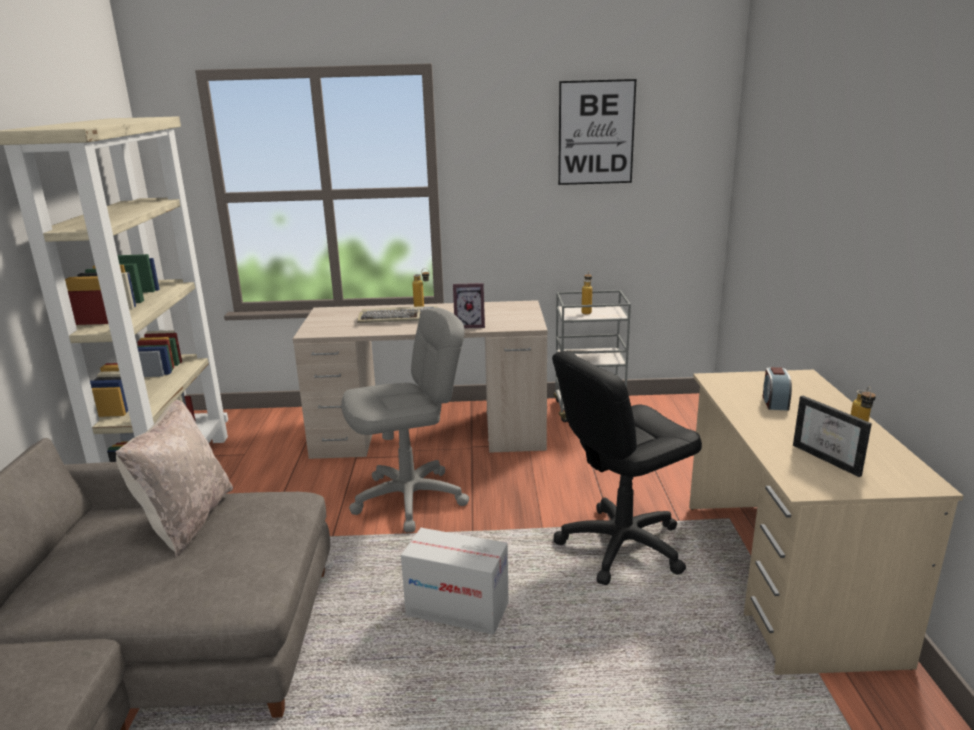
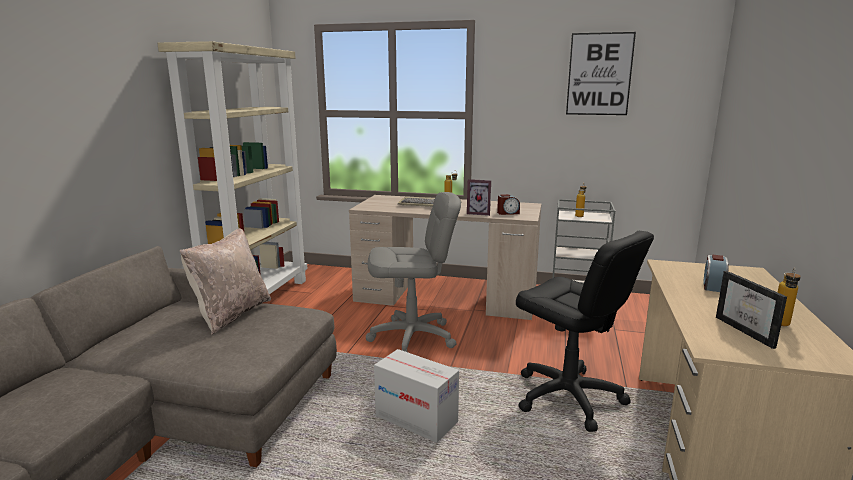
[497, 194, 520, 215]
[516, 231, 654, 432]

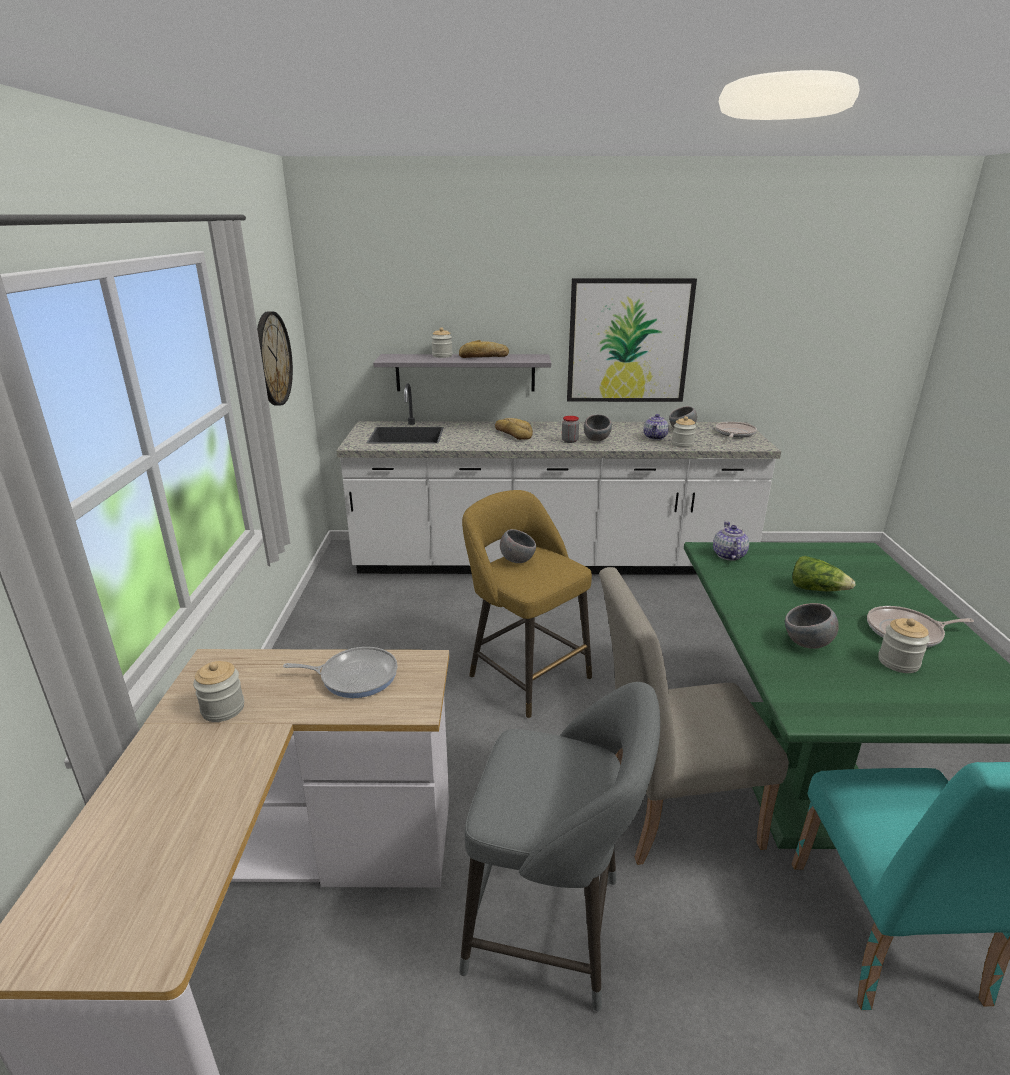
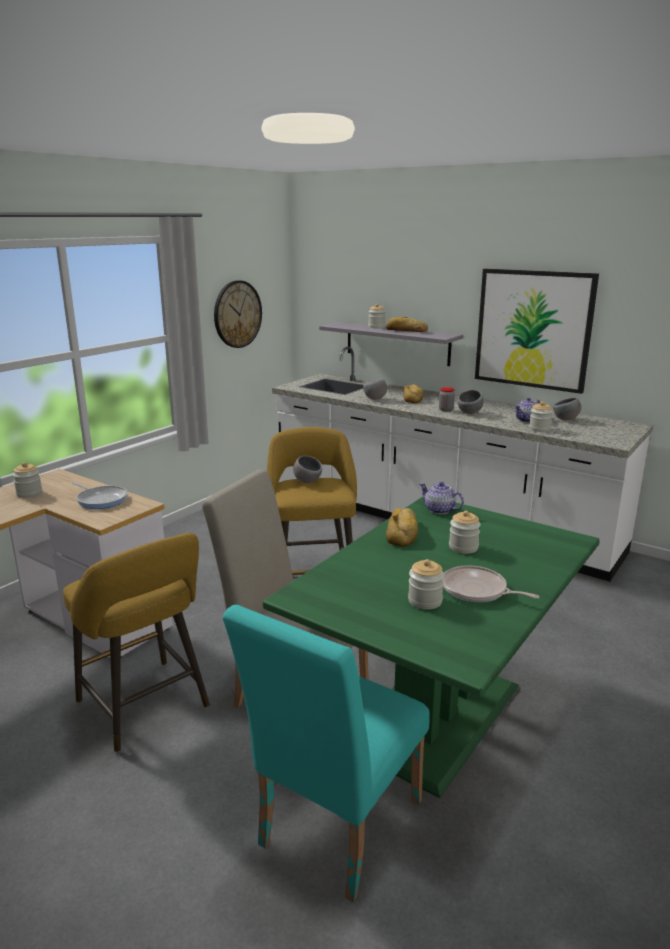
[63, 533, 210, 752]
[363, 380, 387, 400]
[386, 508, 418, 547]
[419, 482, 464, 514]
[449, 511, 481, 554]
[716, 422, 757, 437] (first image)

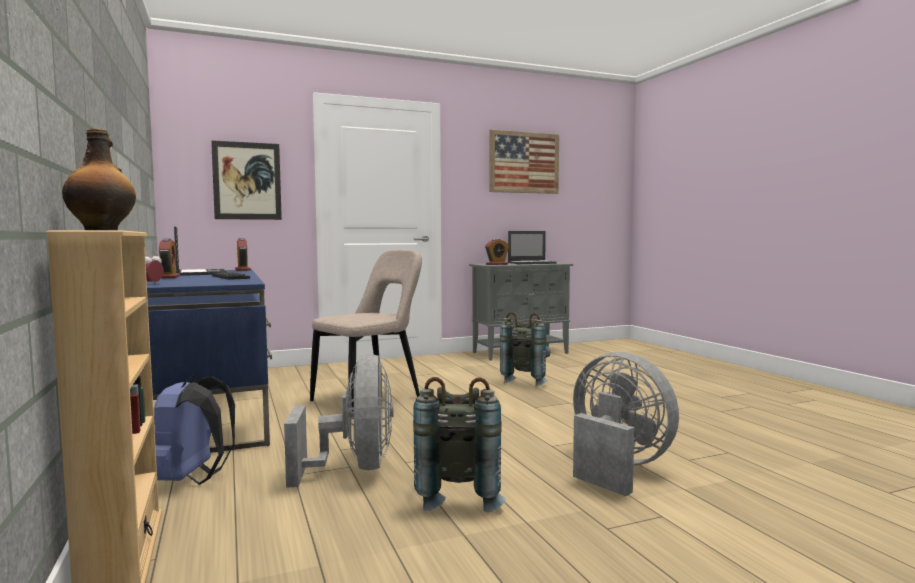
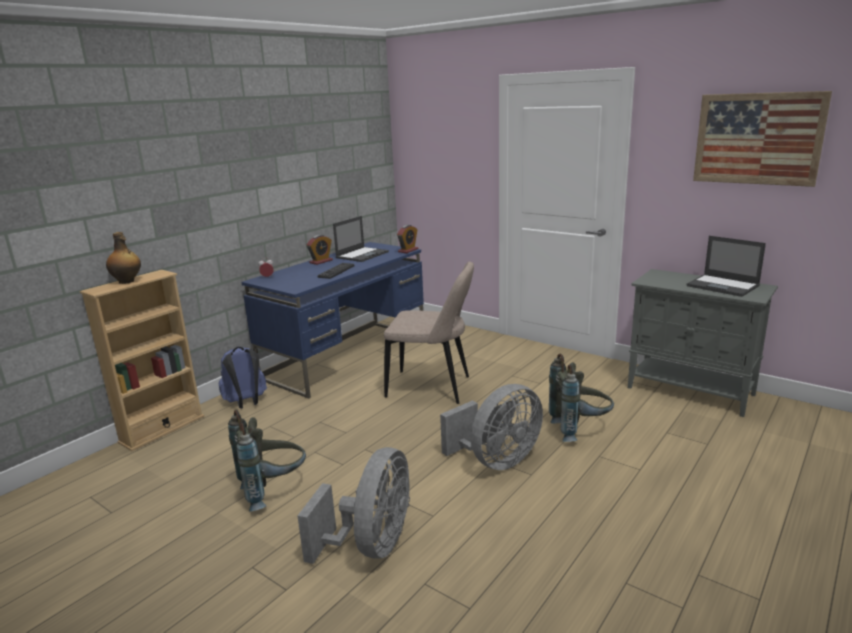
[440, 384, 543, 470]
[211, 140, 282, 220] (first image)
[485, 239, 509, 265] (first image)

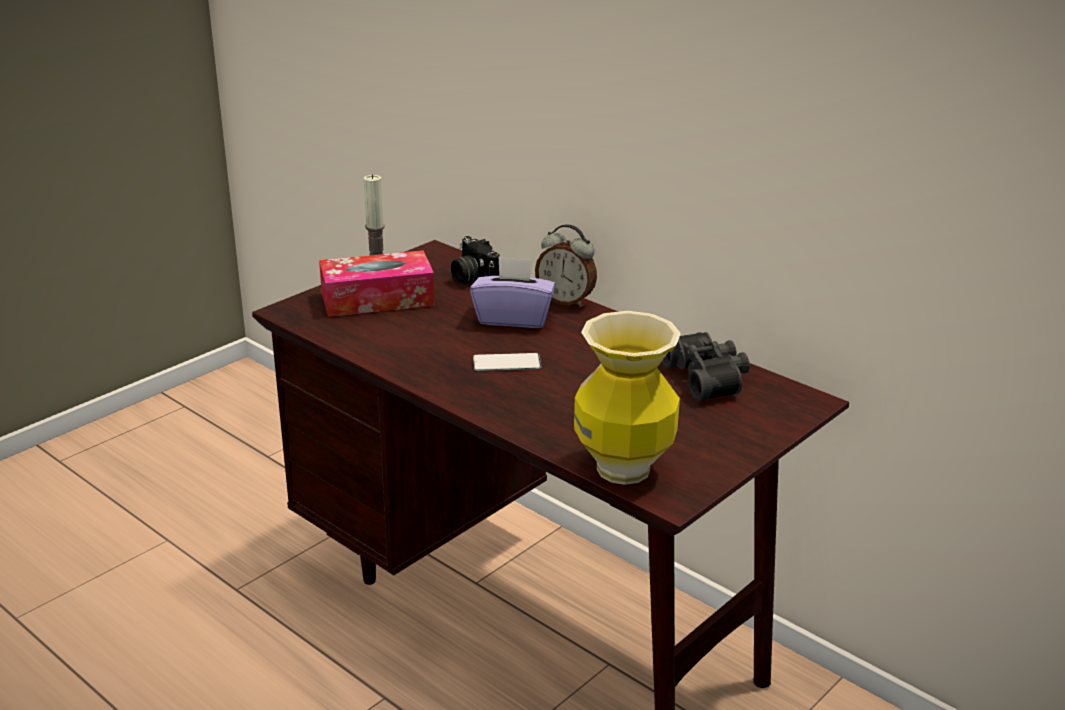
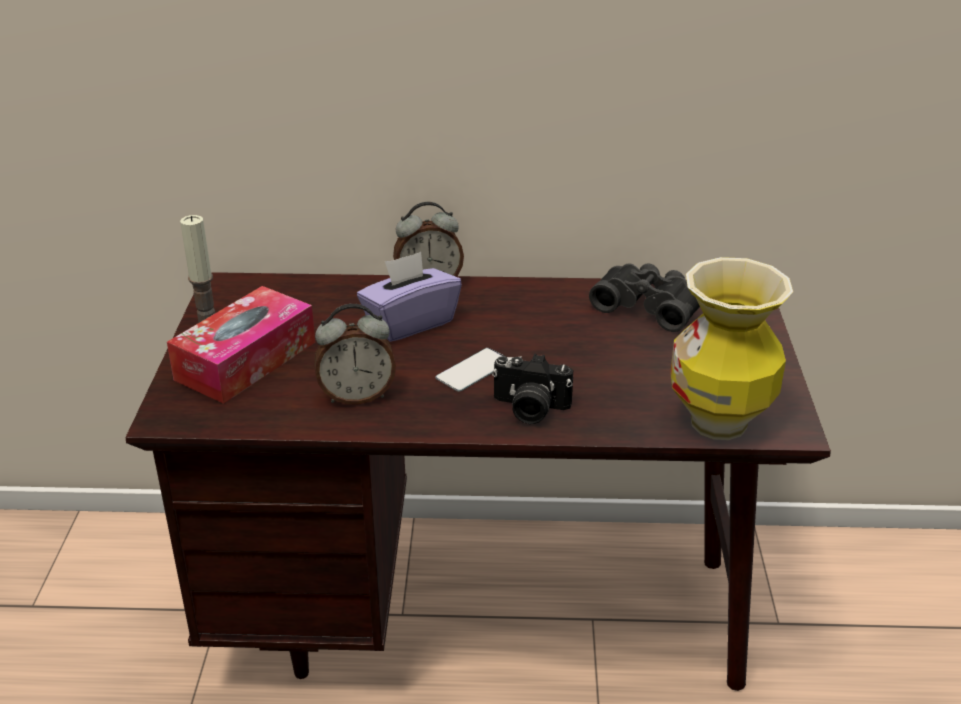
[314, 304, 396, 405]
[492, 354, 573, 424]

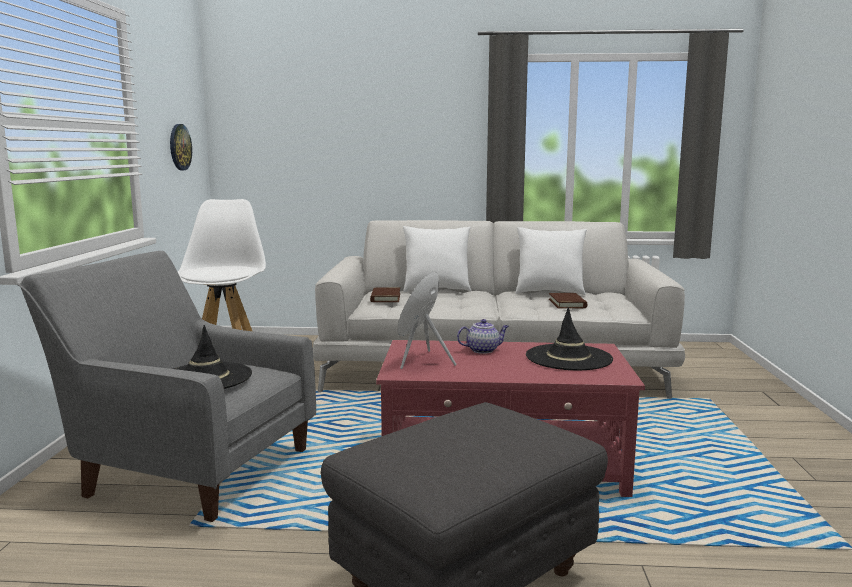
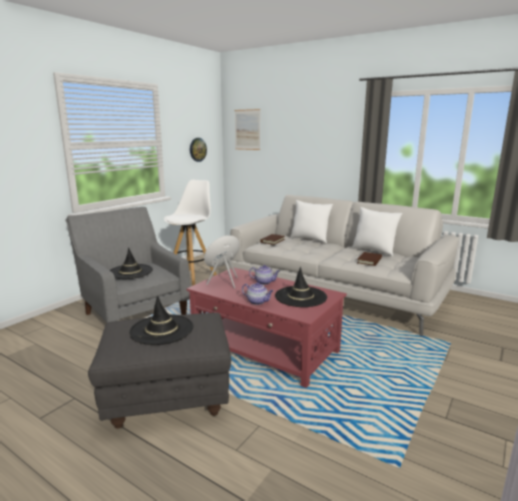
[129, 295, 193, 345]
[235, 109, 260, 150]
[242, 282, 273, 305]

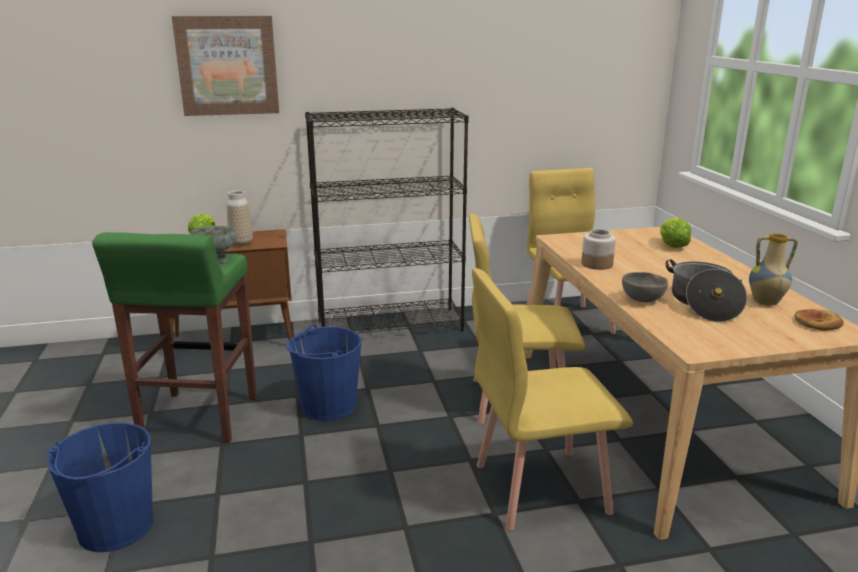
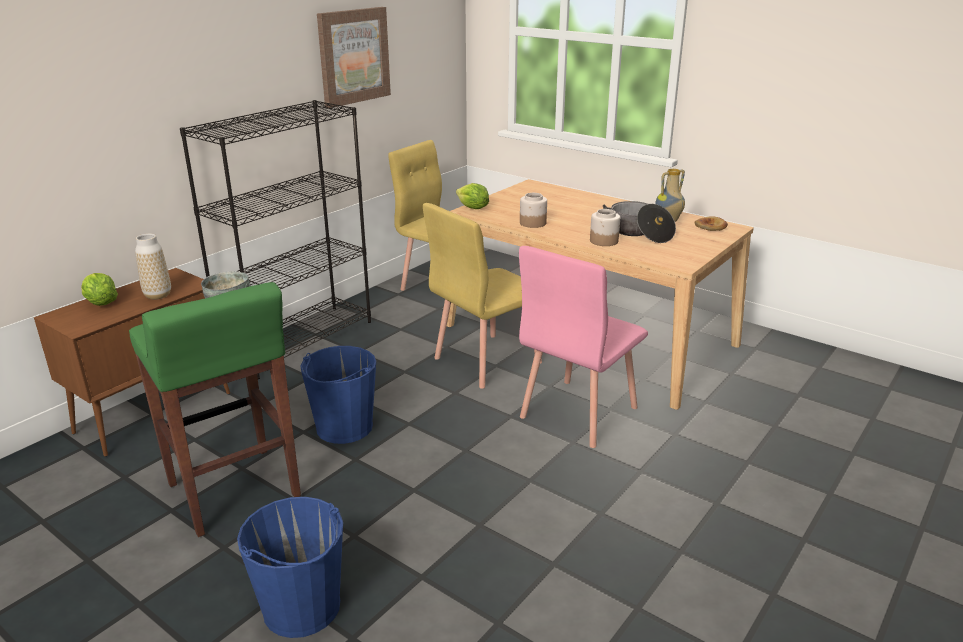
[317, 7, 391, 108]
[456, 183, 489, 209]
[519, 246, 648, 448]
[590, 209, 620, 246]

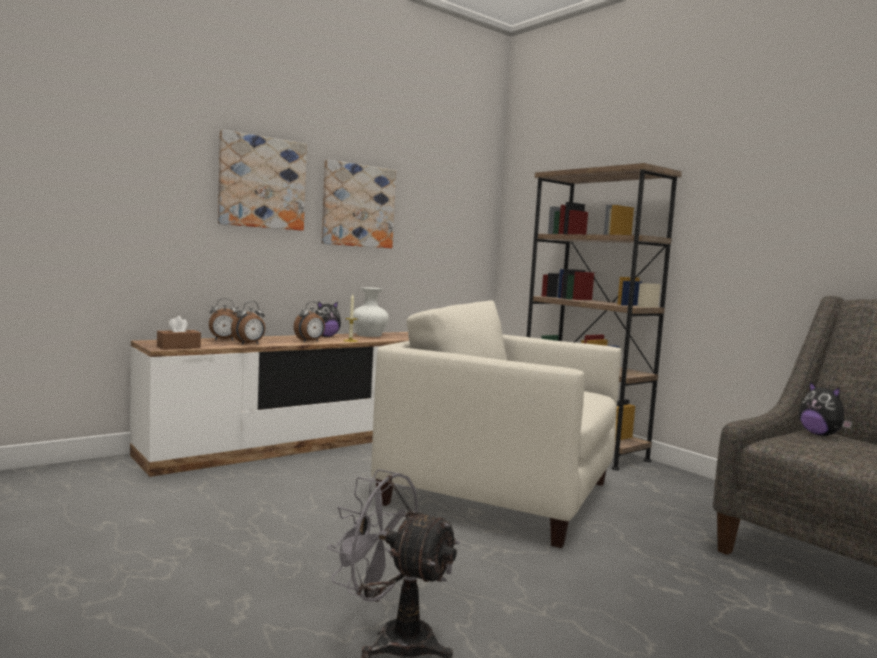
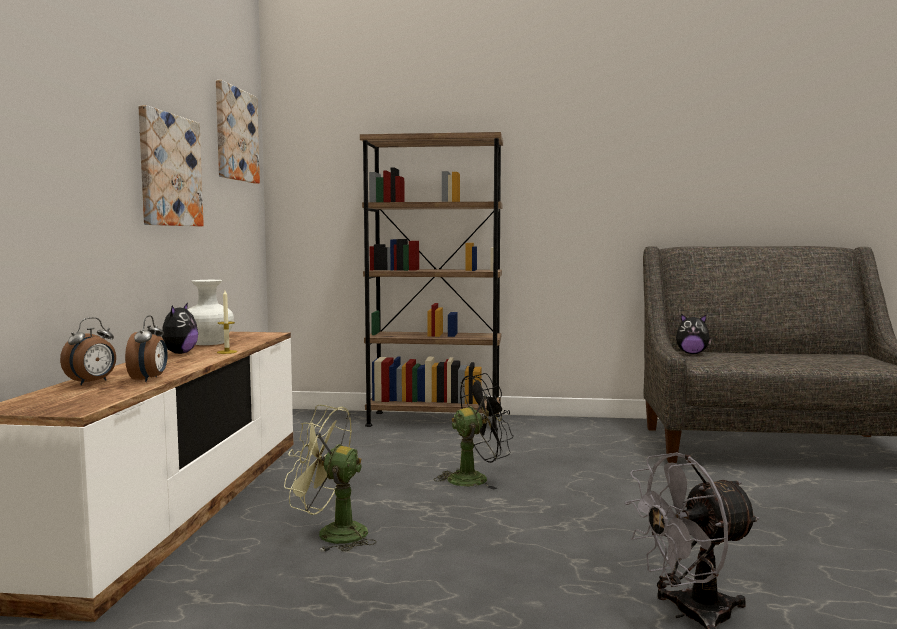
[216, 80, 260, 183]
[284, 405, 377, 552]
[434, 373, 514, 490]
[157, 316, 201, 350] (first image)
[294, 301, 325, 342] (first image)

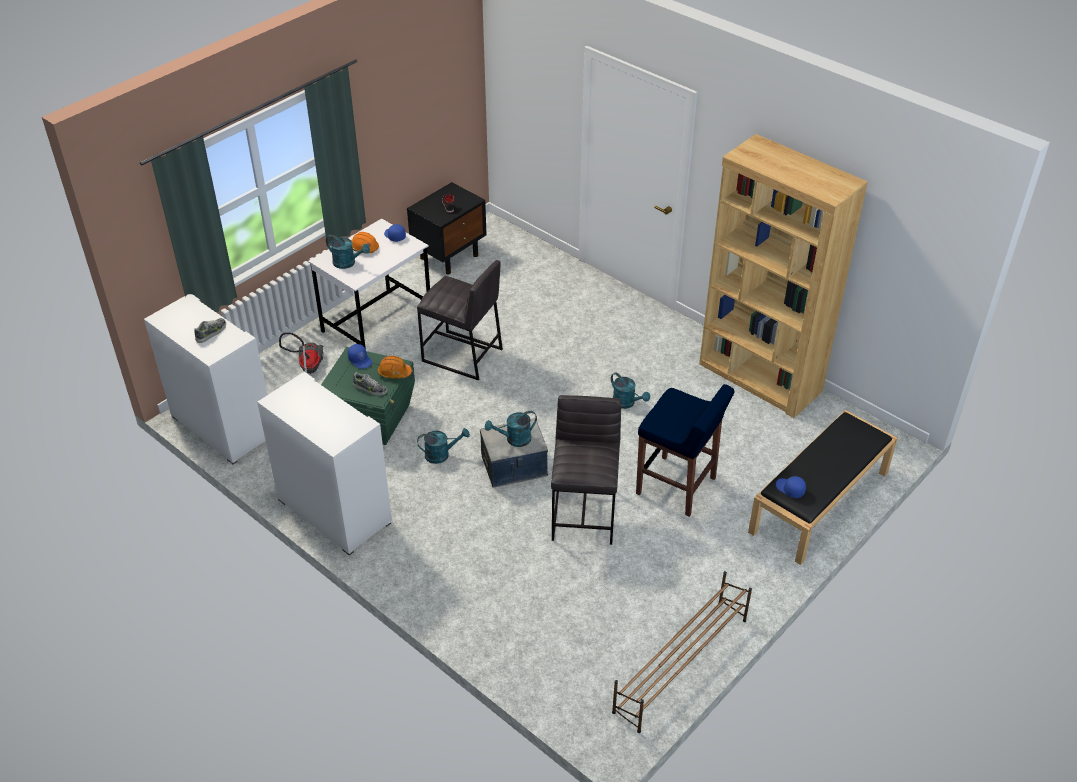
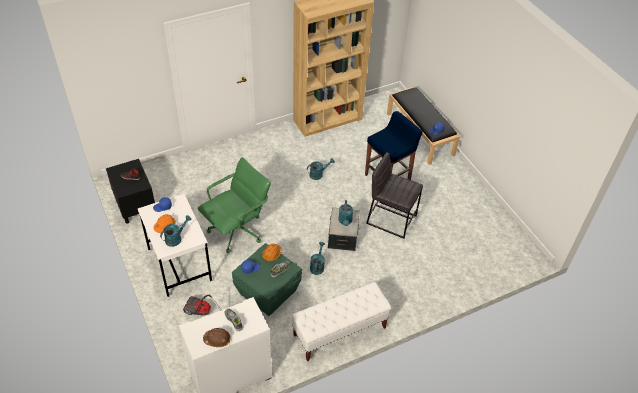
[198, 157, 271, 253]
[203, 328, 231, 347]
[292, 282, 391, 361]
[612, 571, 752, 733] (first image)

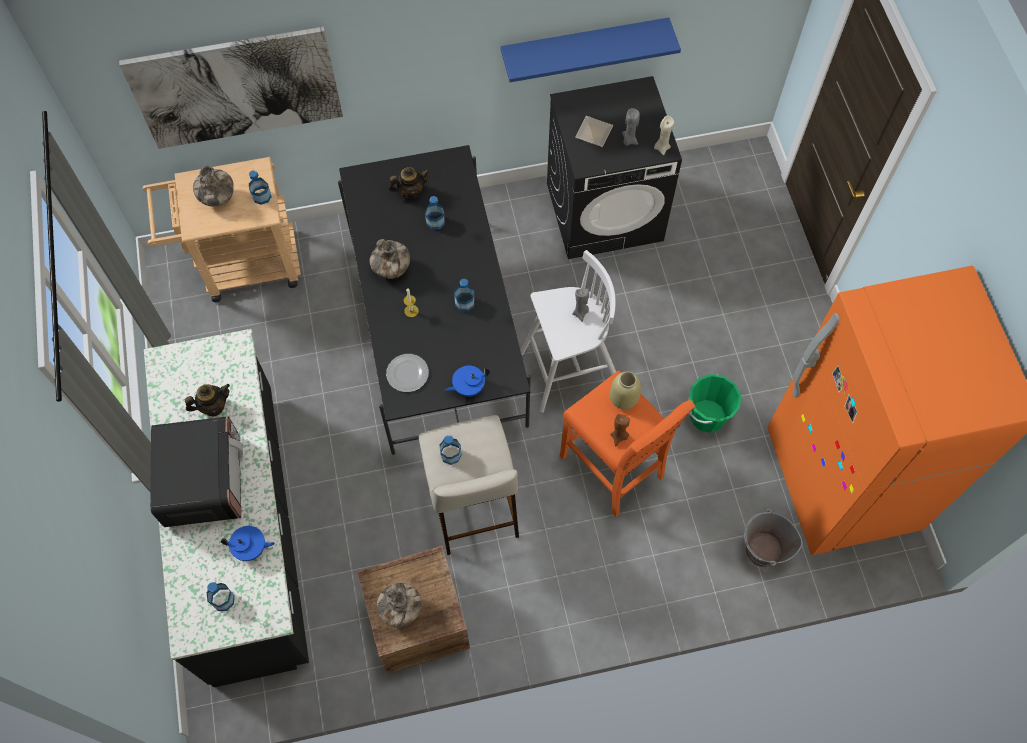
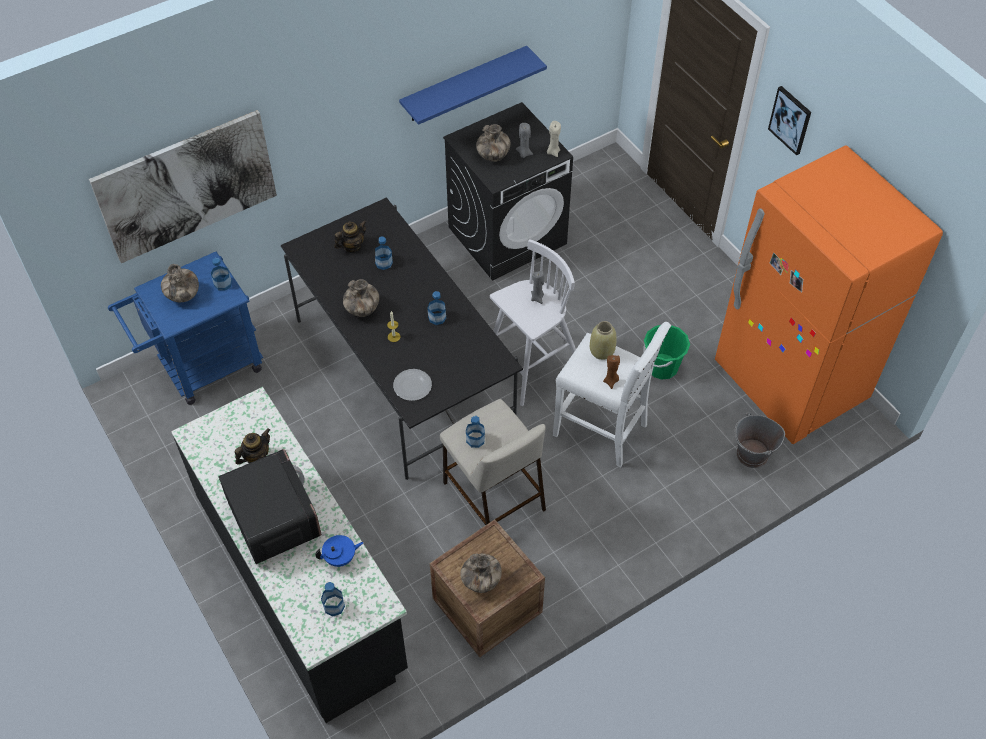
[108, 251, 263, 405]
[476, 124, 510, 162]
[553, 322, 671, 468]
[768, 86, 811, 155]
[445, 366, 490, 397] (first image)

